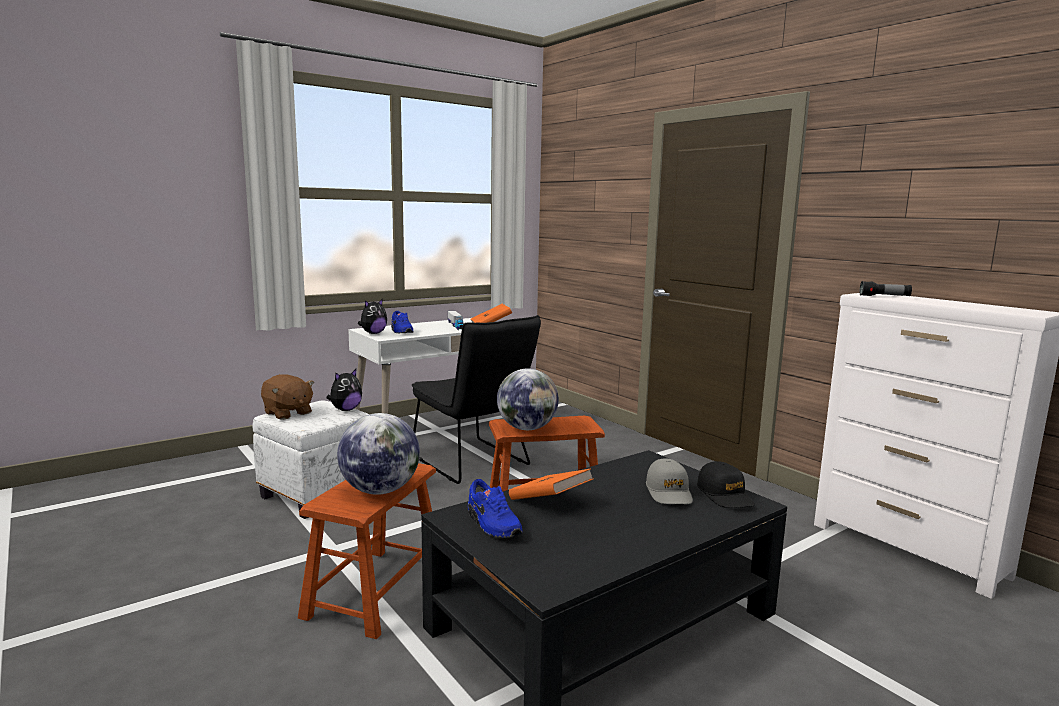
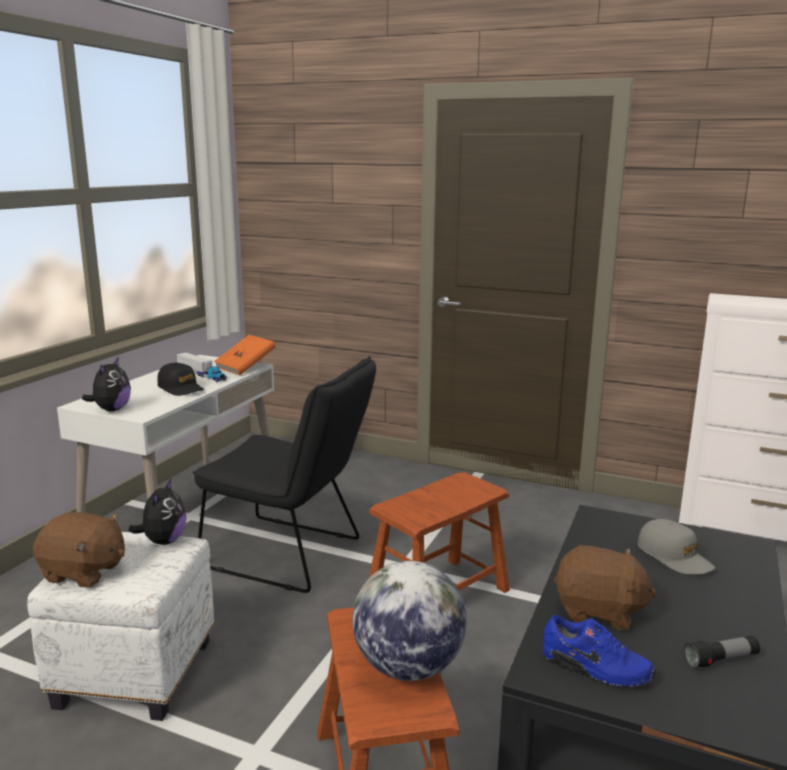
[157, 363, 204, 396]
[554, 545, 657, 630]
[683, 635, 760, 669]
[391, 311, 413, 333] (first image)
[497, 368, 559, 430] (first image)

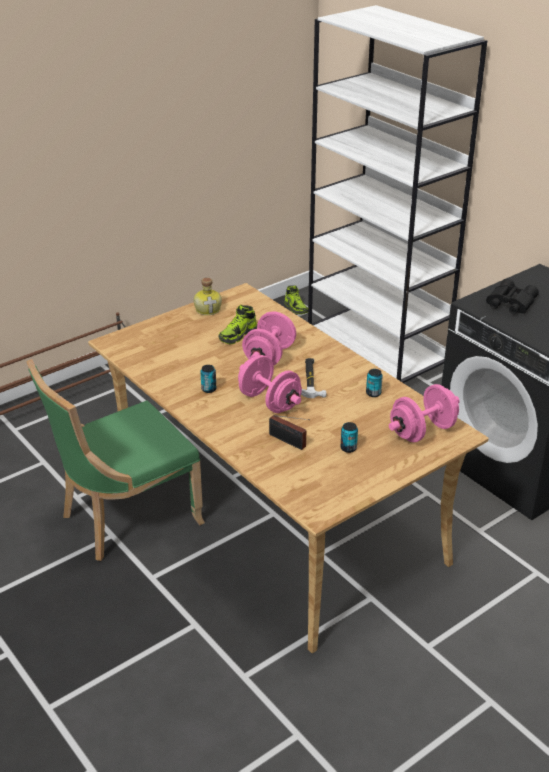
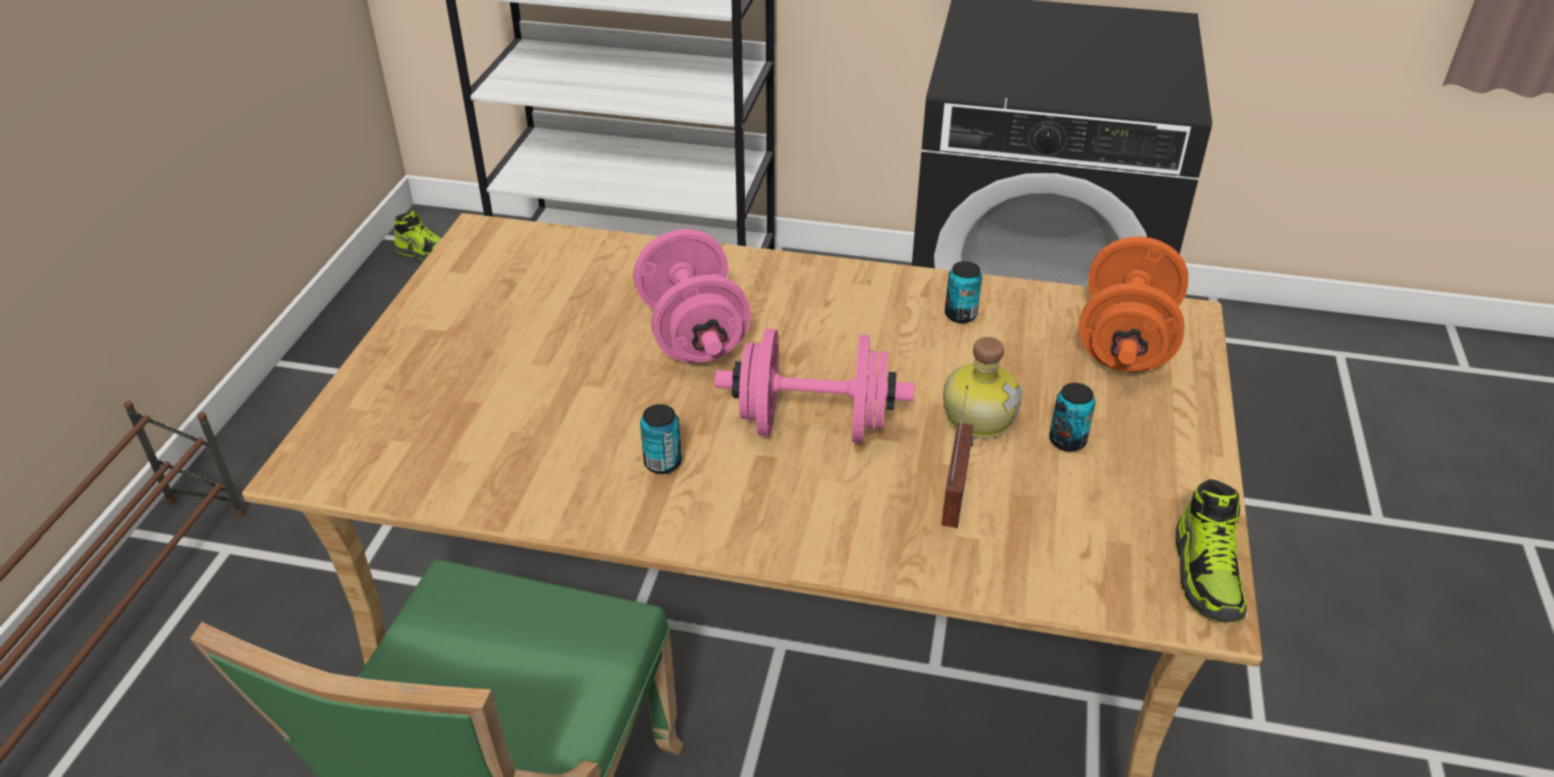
[941, 385, 974, 528]
[943, 337, 1023, 438]
[1079, 237, 1188, 372]
[1175, 479, 1247, 623]
[301, 358, 326, 398] (first image)
[486, 278, 539, 314] (first image)

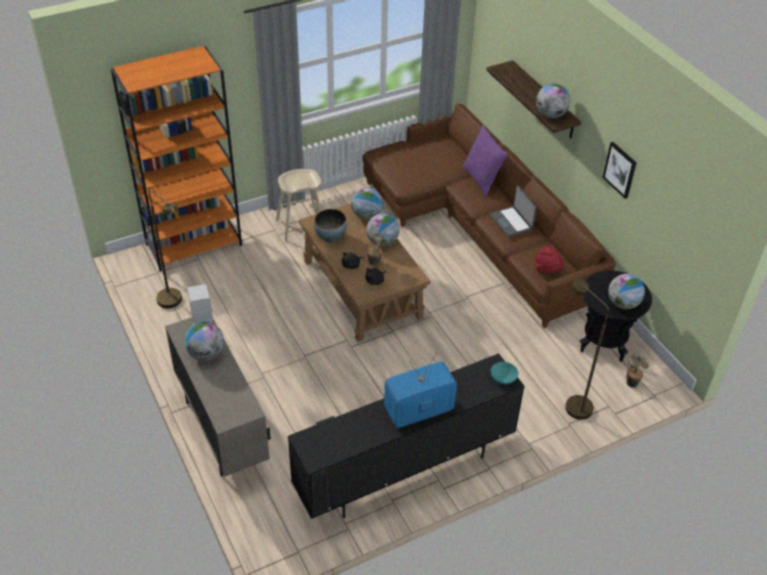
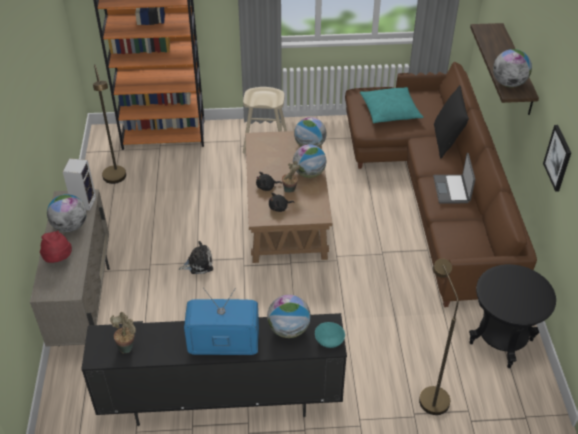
[40, 230, 72, 263]
[110, 312, 136, 353]
[179, 241, 213, 274]
[267, 294, 311, 338]
[360, 87, 423, 123]
[434, 85, 469, 159]
[314, 209, 347, 243] (first image)

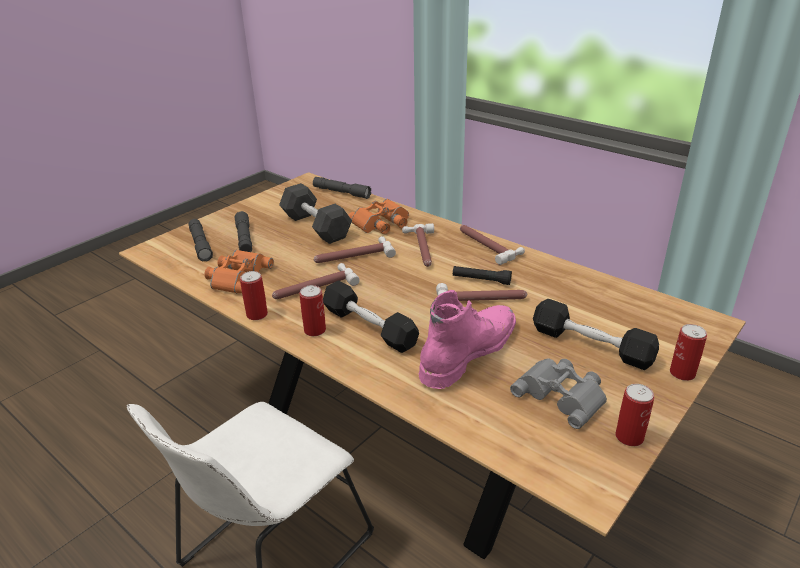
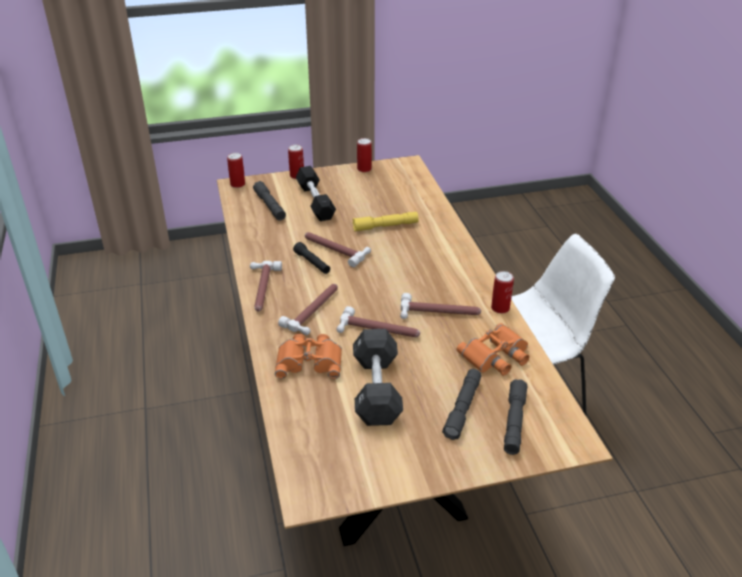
[227, 153, 245, 188]
[253, 181, 286, 221]
[353, 212, 419, 232]
[323, 280, 419, 353] (first image)
[510, 358, 607, 429] (first image)

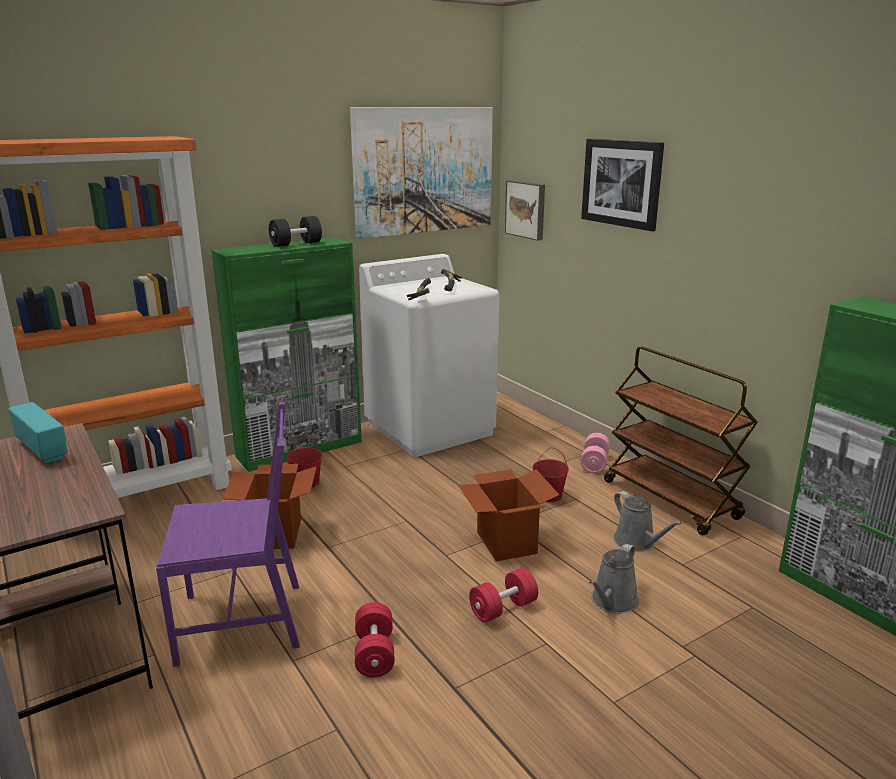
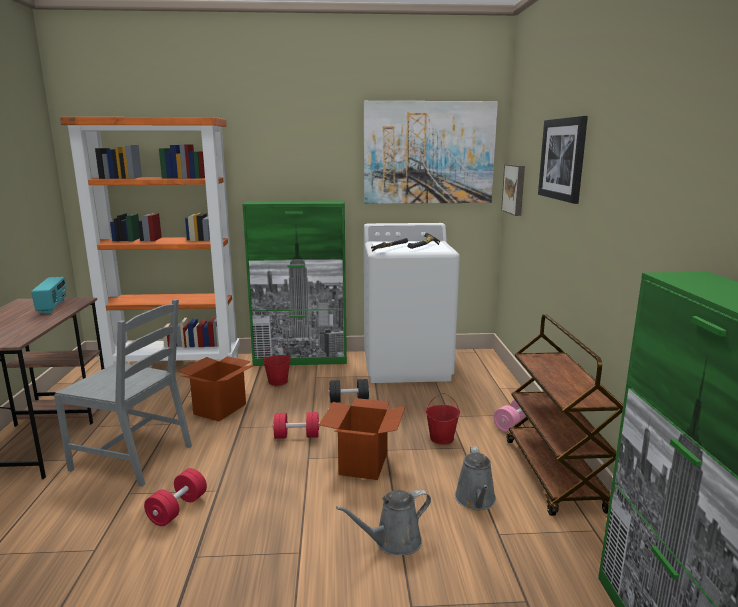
[54, 299, 192, 487]
[273, 412, 320, 439]
[328, 379, 370, 403]

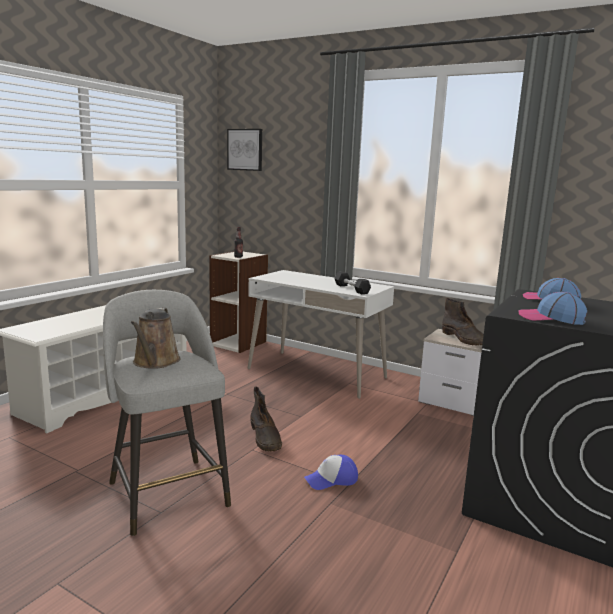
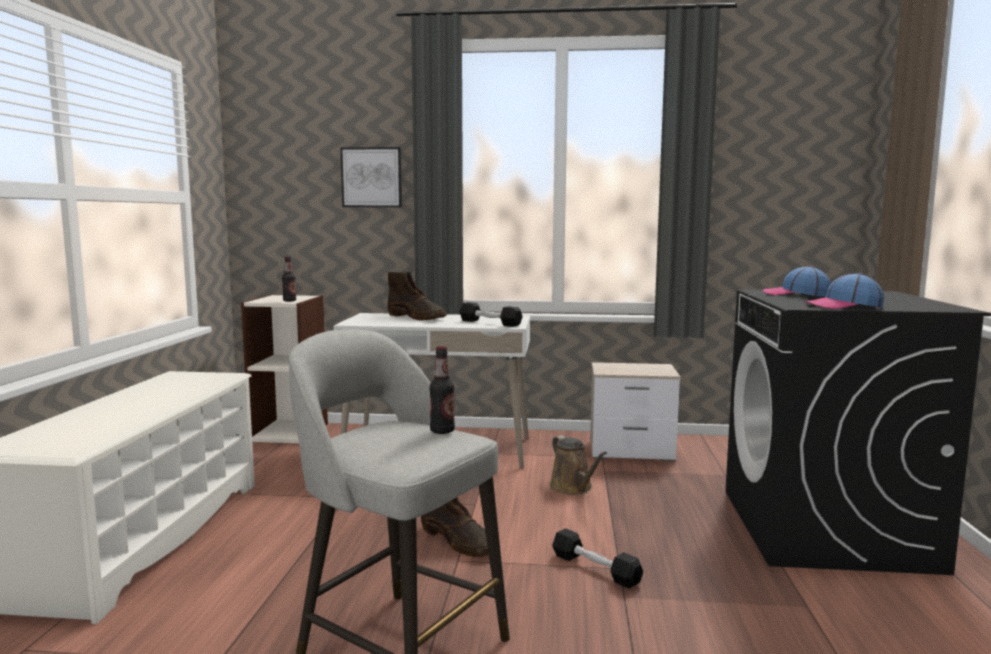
[340, 147, 402, 207]
[388, 272, 447, 320]
[430, 346, 455, 434]
[549, 435, 607, 495]
[552, 528, 643, 588]

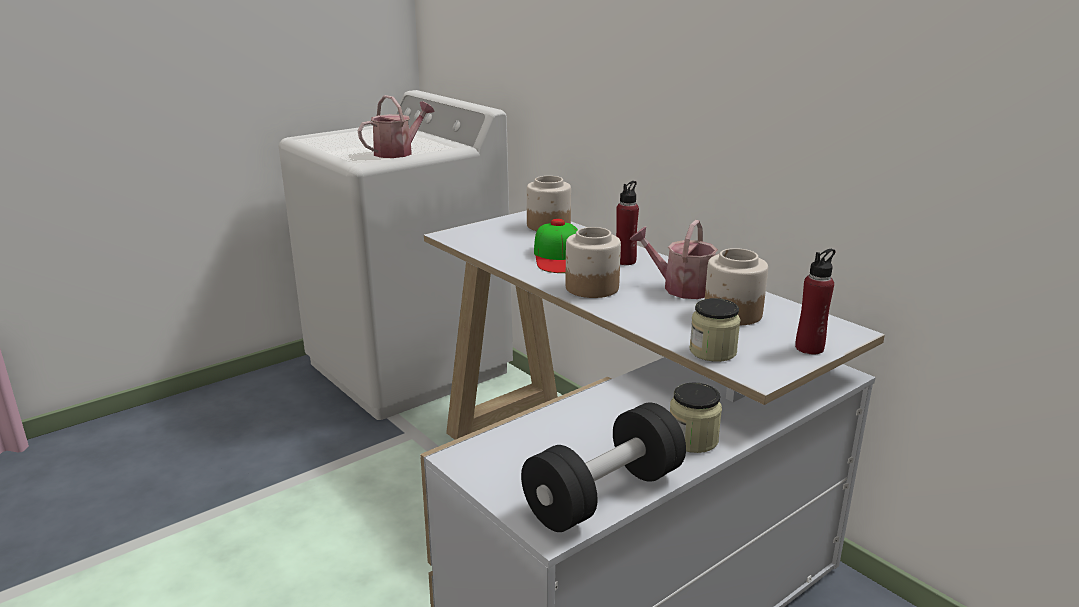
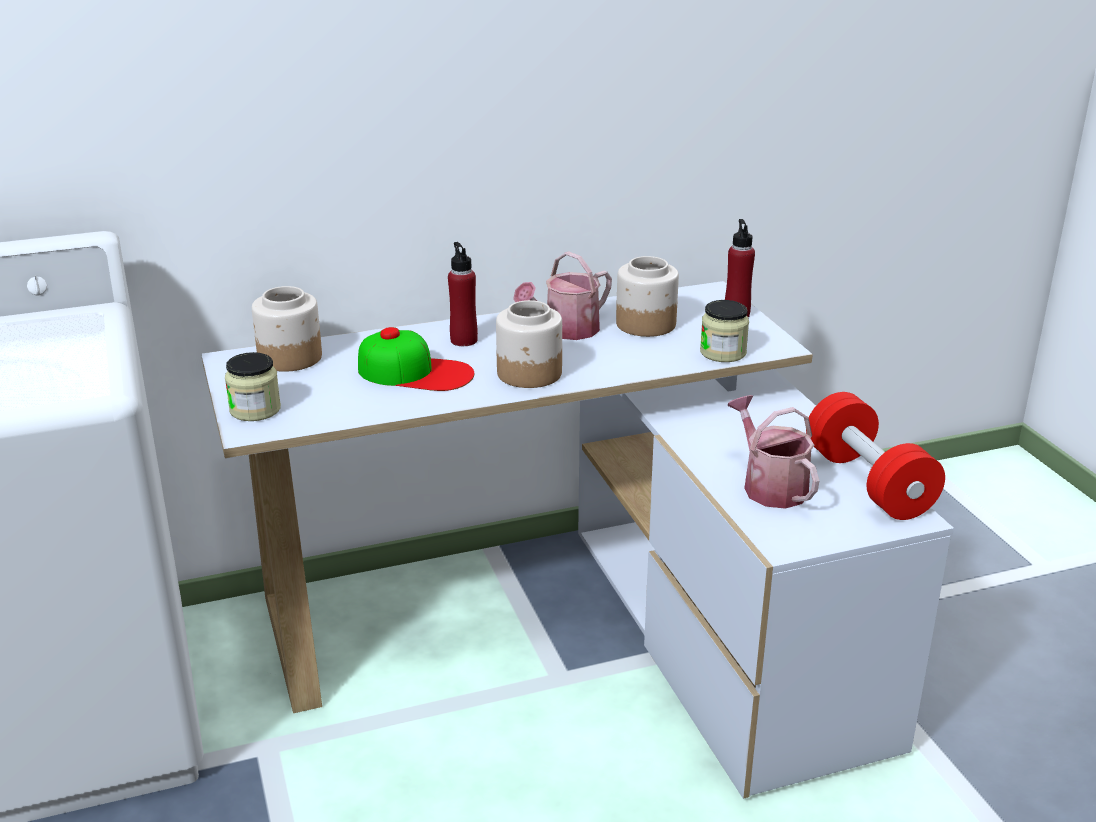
[225, 352, 281, 421]
[728, 395, 819, 509]
[806, 392, 945, 520]

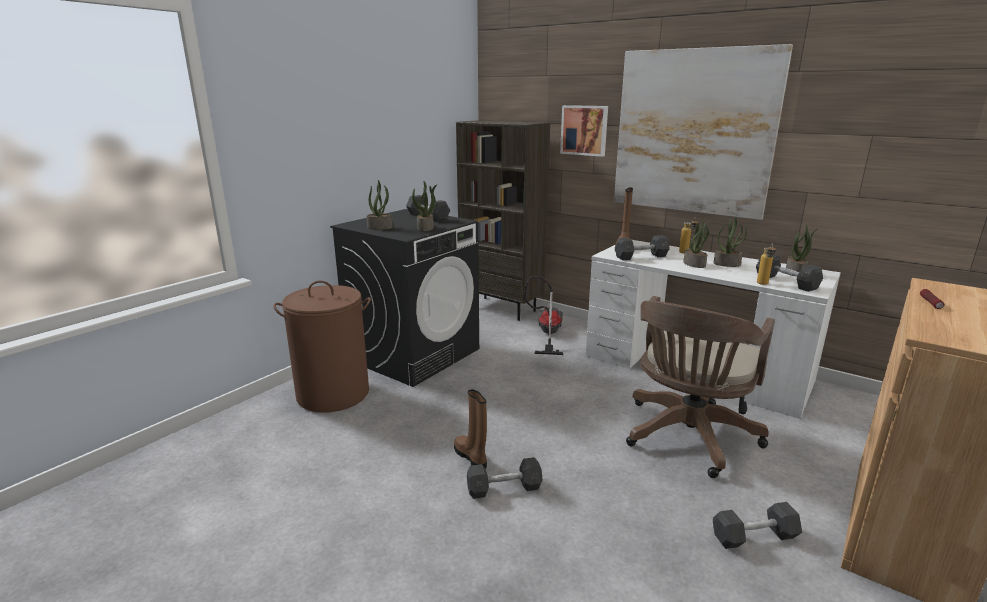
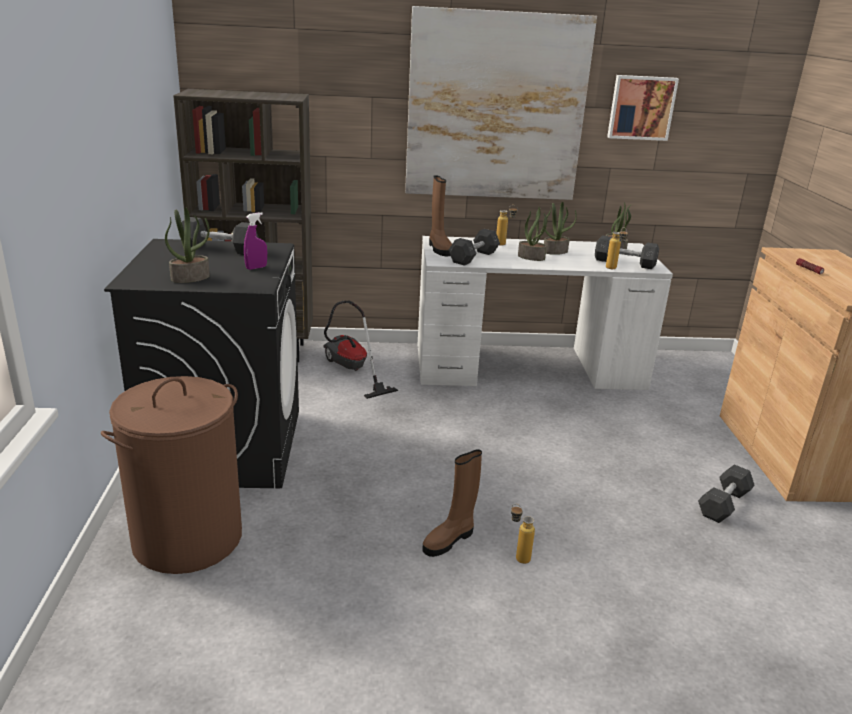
[244, 212, 267, 270]
[423, 449, 482, 557]
[511, 504, 535, 564]
[607, 75, 679, 141]
[626, 296, 775, 478] (first image)

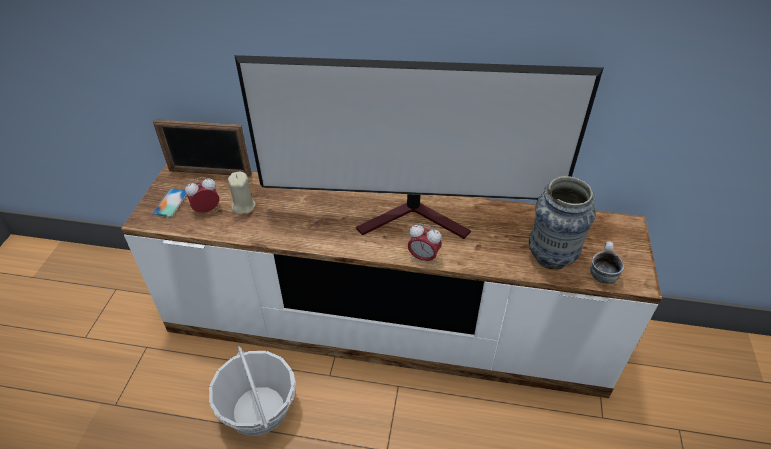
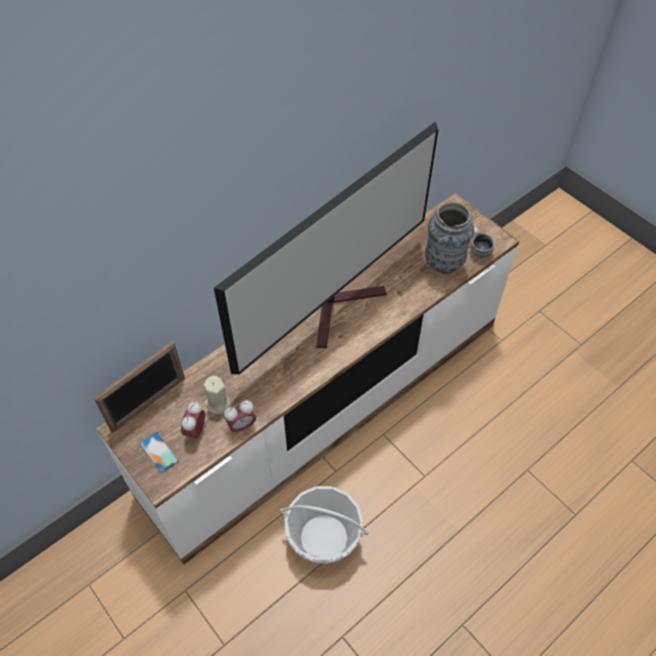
[224, 400, 256, 434]

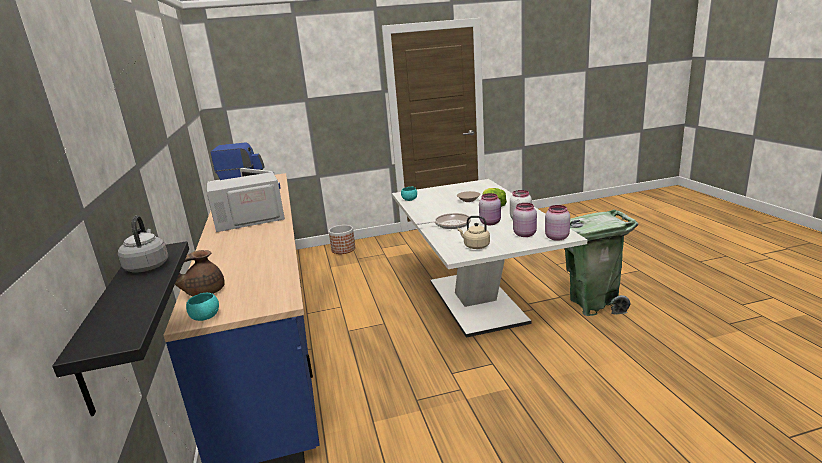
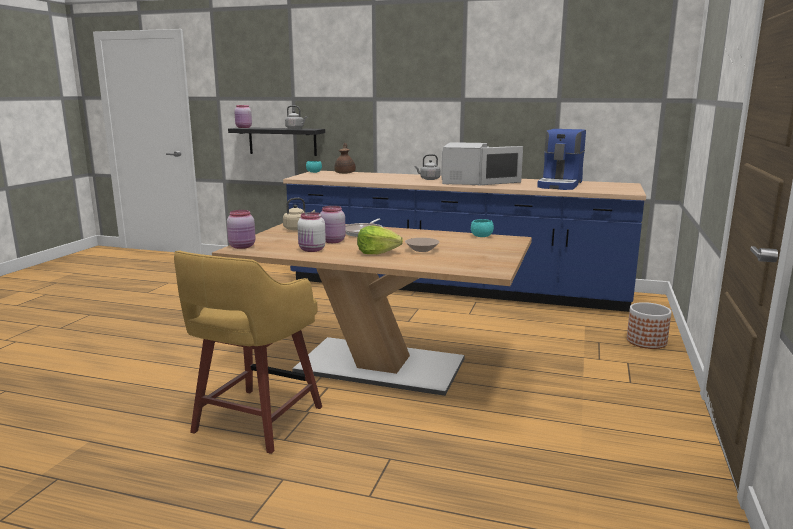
[174, 251, 322, 454]
[212, 223, 532, 396]
[234, 105, 252, 128]
[415, 154, 441, 180]

